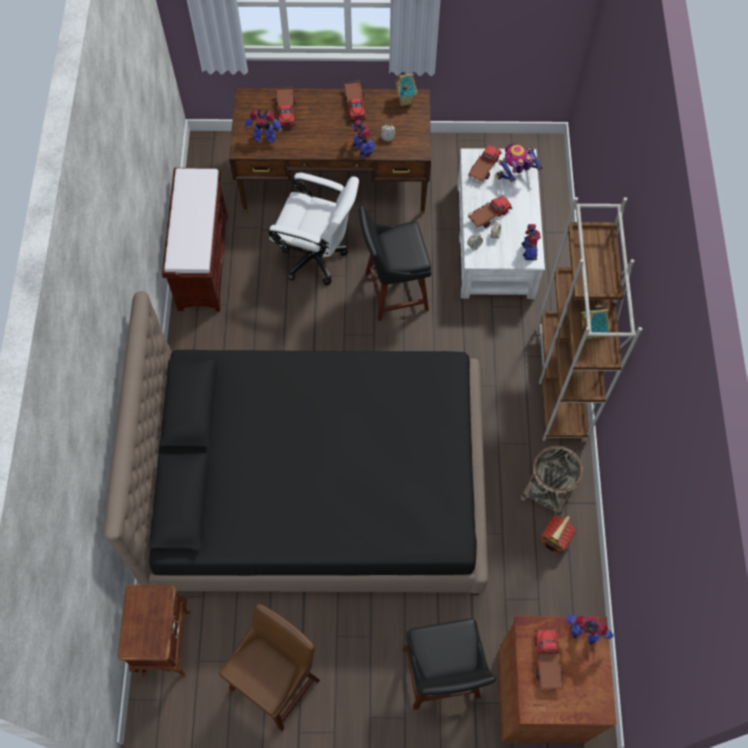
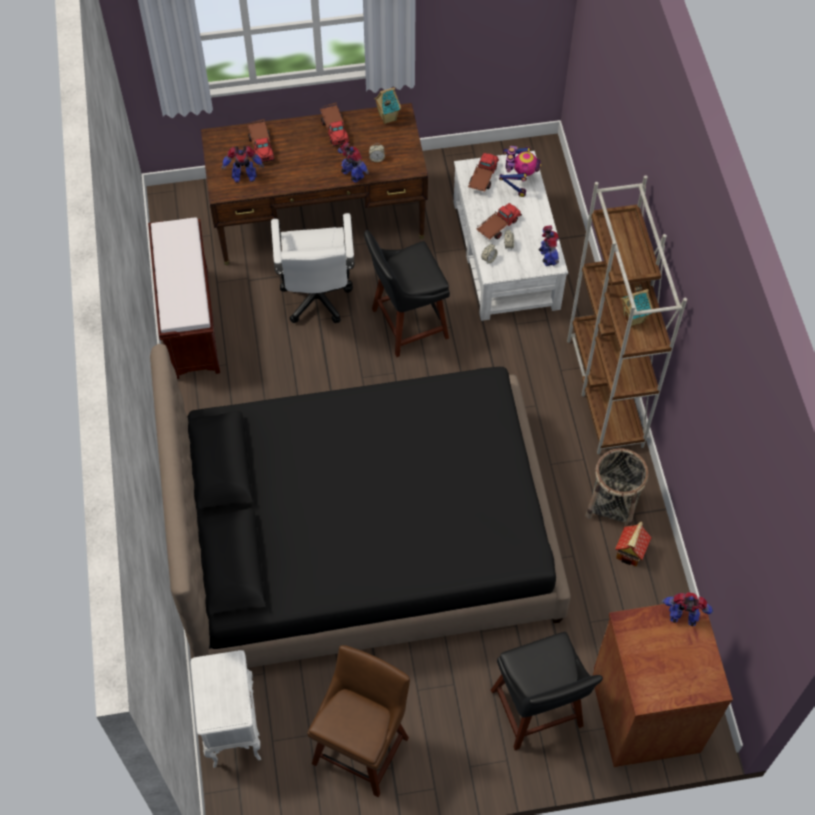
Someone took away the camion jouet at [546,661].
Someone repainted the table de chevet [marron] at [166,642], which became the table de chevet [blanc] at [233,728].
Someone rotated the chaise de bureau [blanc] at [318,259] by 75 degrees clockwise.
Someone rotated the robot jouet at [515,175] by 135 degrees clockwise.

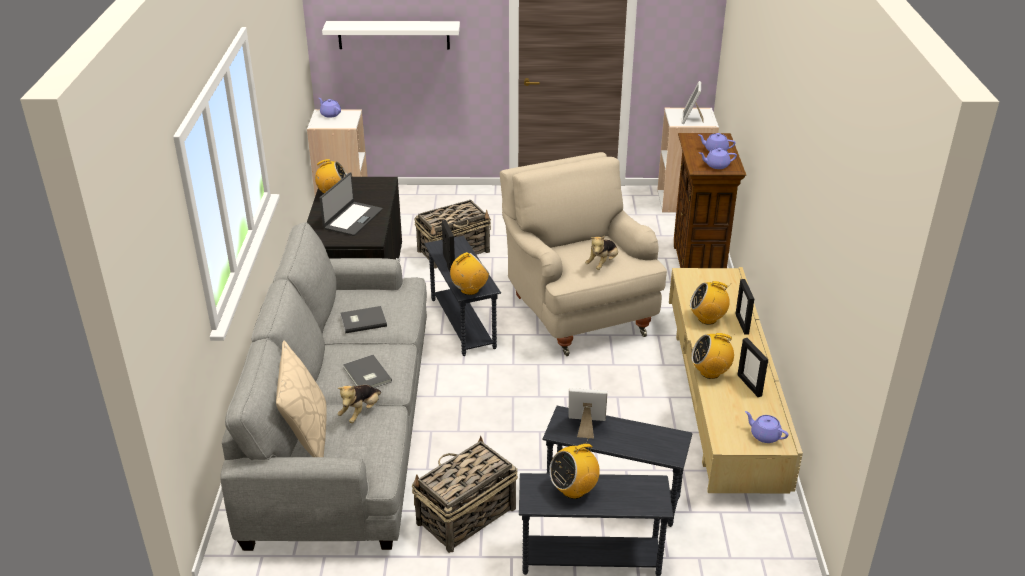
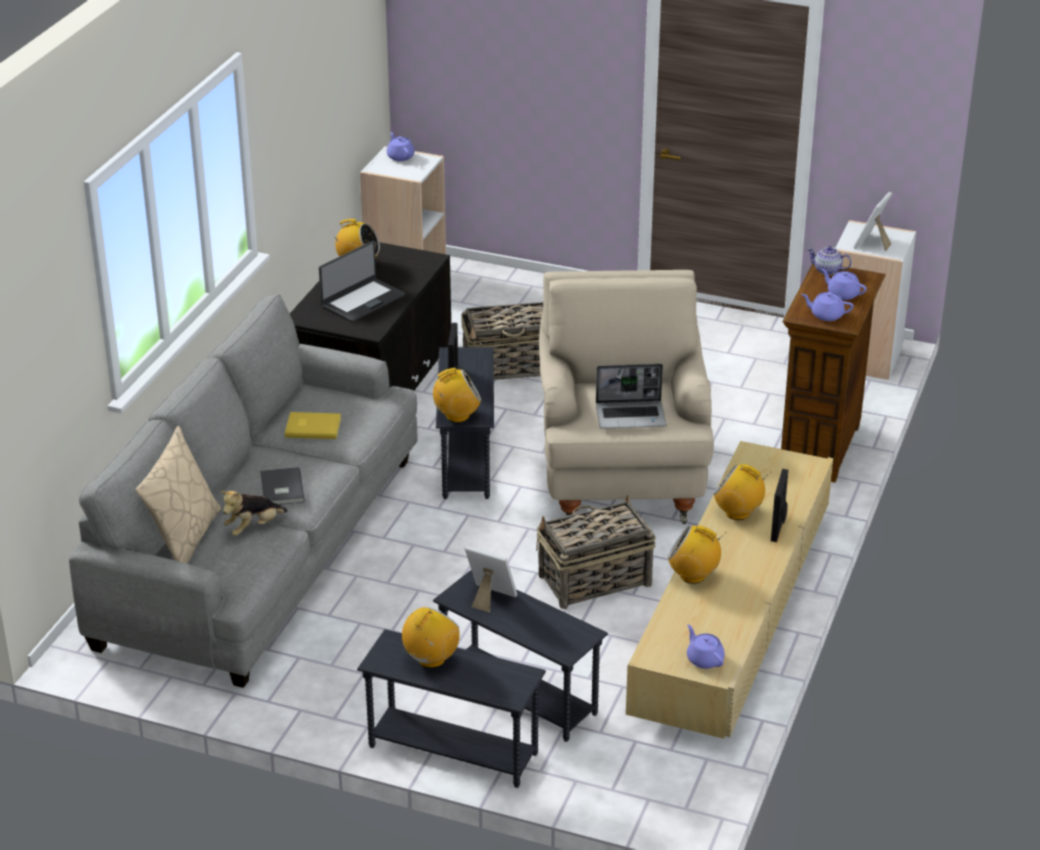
Someone took away the étagère [blanc] at [393,35].
Someone took away the cadre photo at [750,385].
Someone put down the théière at [827,270].
Someone carried the panier from [465,516] to [593,580].
Someone swapped the peluche at [602,264] for the ordinateur portable at [631,416].
Someone repainted the livre [gris] at [362,320], which became the livre [jaune] at [312,427].
Someone rotated the radio at [574,490] by 135 degrees clockwise.

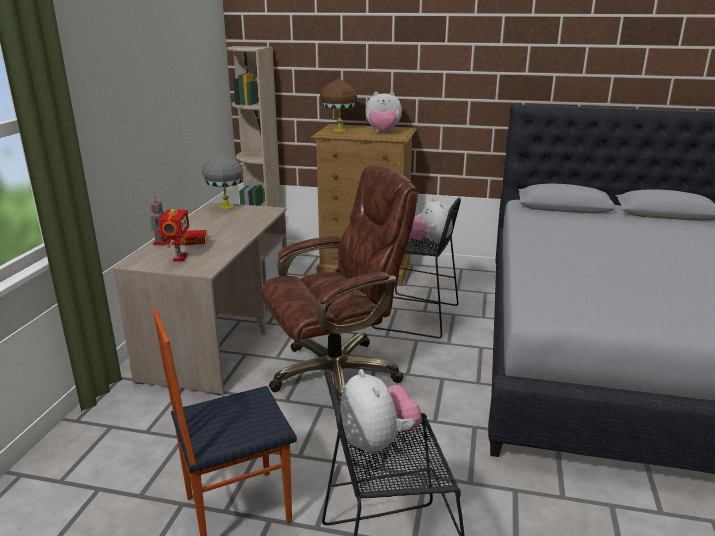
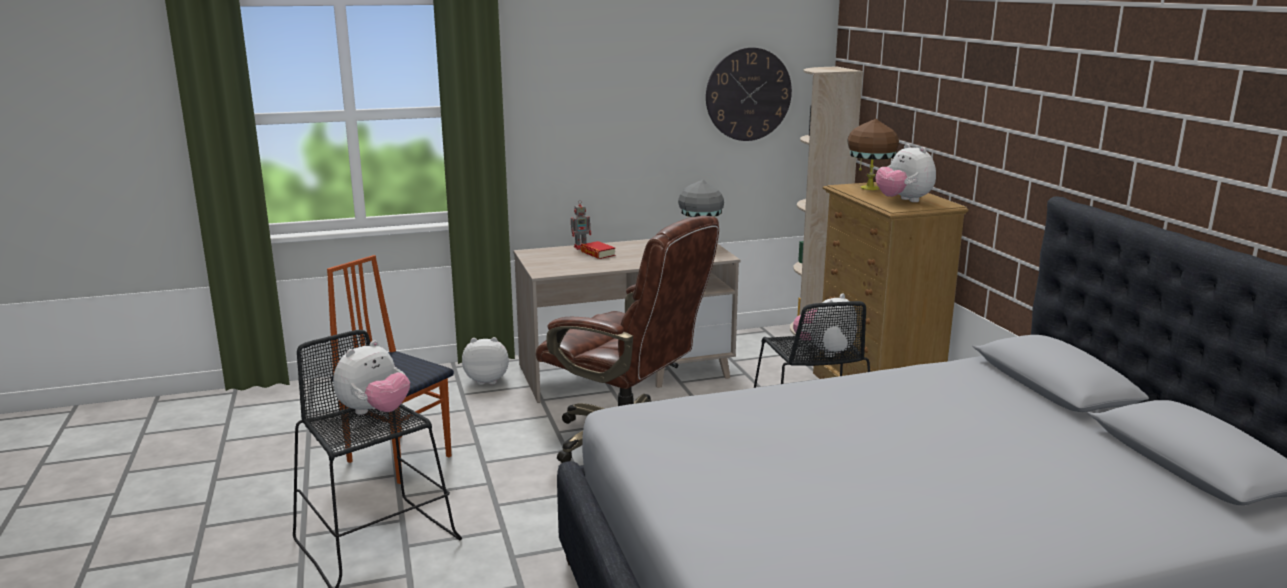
Someone took away the robot jouet at [179,258].
Someone put down the peluche at [487,380].
Someone put up the horloge murale at [748,94].

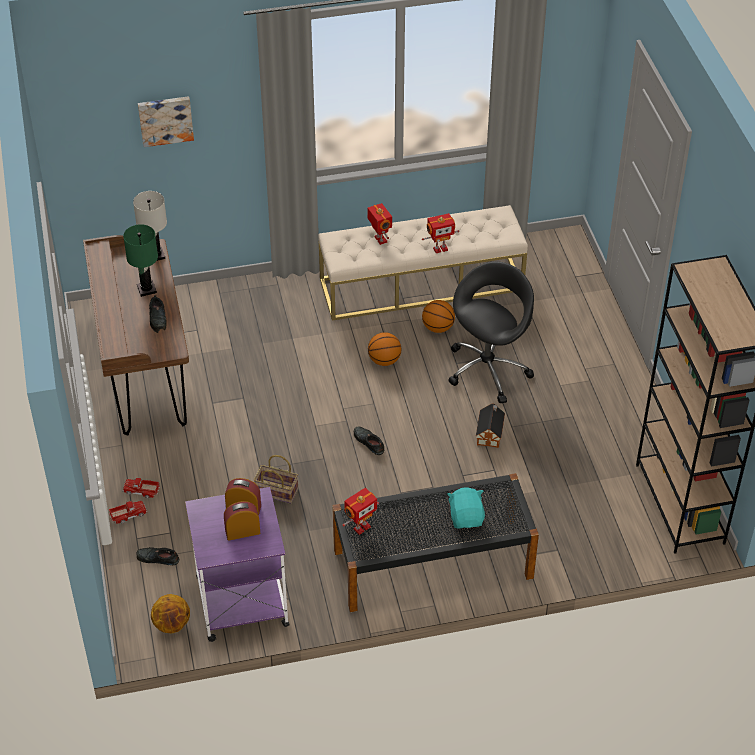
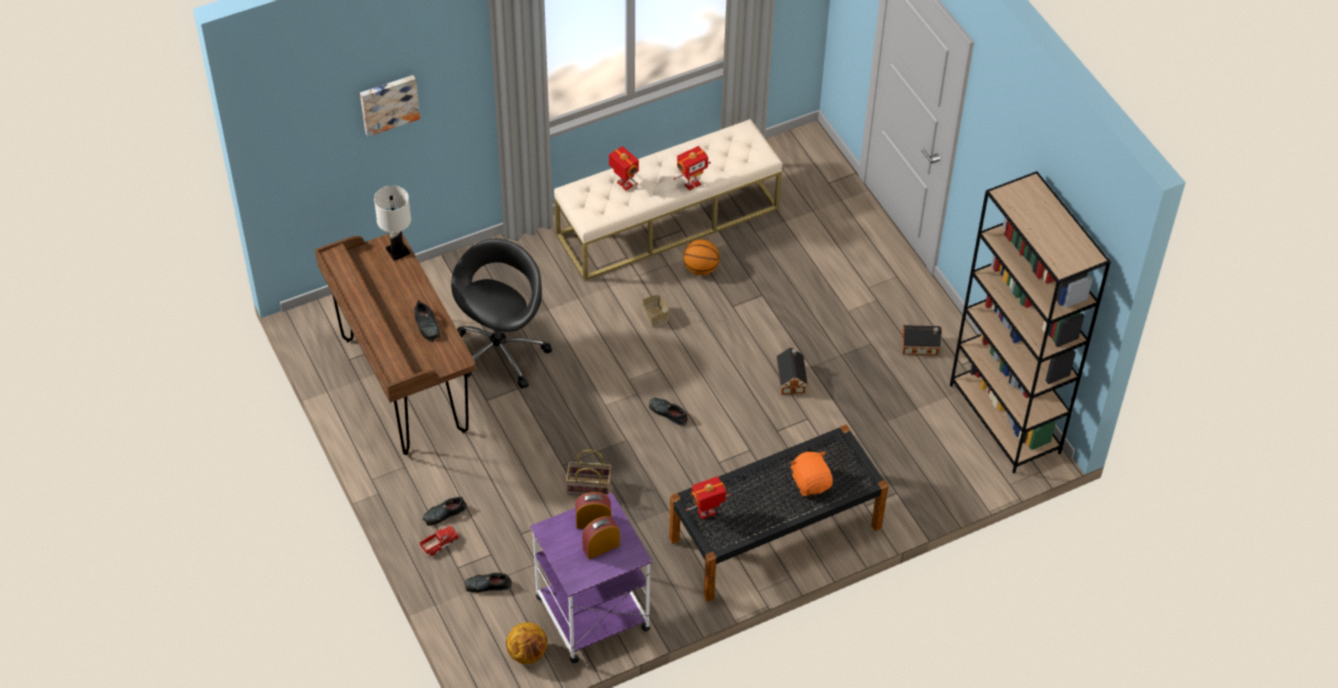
Someone took away the lampe de table [vert] at [147,289].
Someone put down the maison miniature at [921,346].
Someone carried the chaise de bureau [noir] from [489,369] to [502,350].
Someone swapped the camion jouet at [141,490] for the chaussure [noir] at [444,514].
Someone swapped the ballon de basket at [384,360] for the panier at [655,317].
Someone repainted the peluche [turquoise] at [466,517], which became the peluche [orange] at [811,482].
Someone rotated the robot jouet at [361,527] by 150 degrees counterclockwise.

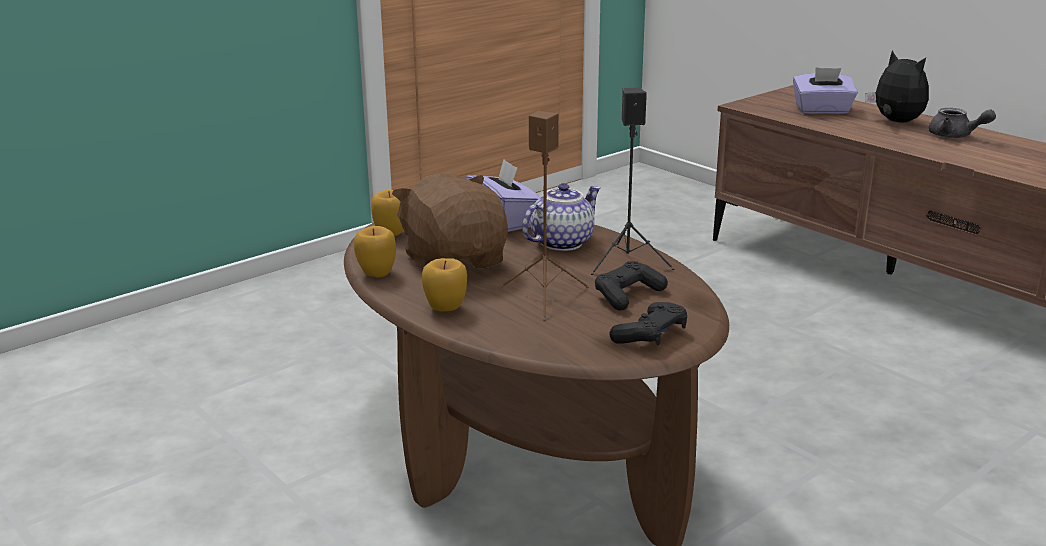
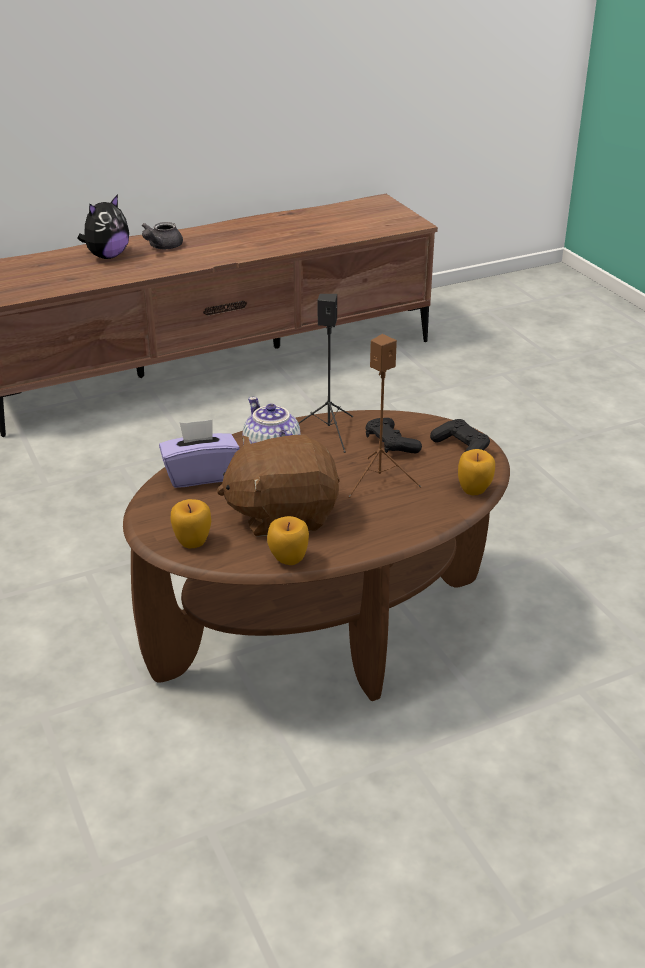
Someone took away the boîte à mouchoirs [violet] at [822,110].
Someone carried the pomme from [445,308] to [474,490].
Someone rotated the peluche at [895,122] by 150 degrees clockwise.
Someone rotated the théière [gris] at [955,136] by 150 degrees clockwise.

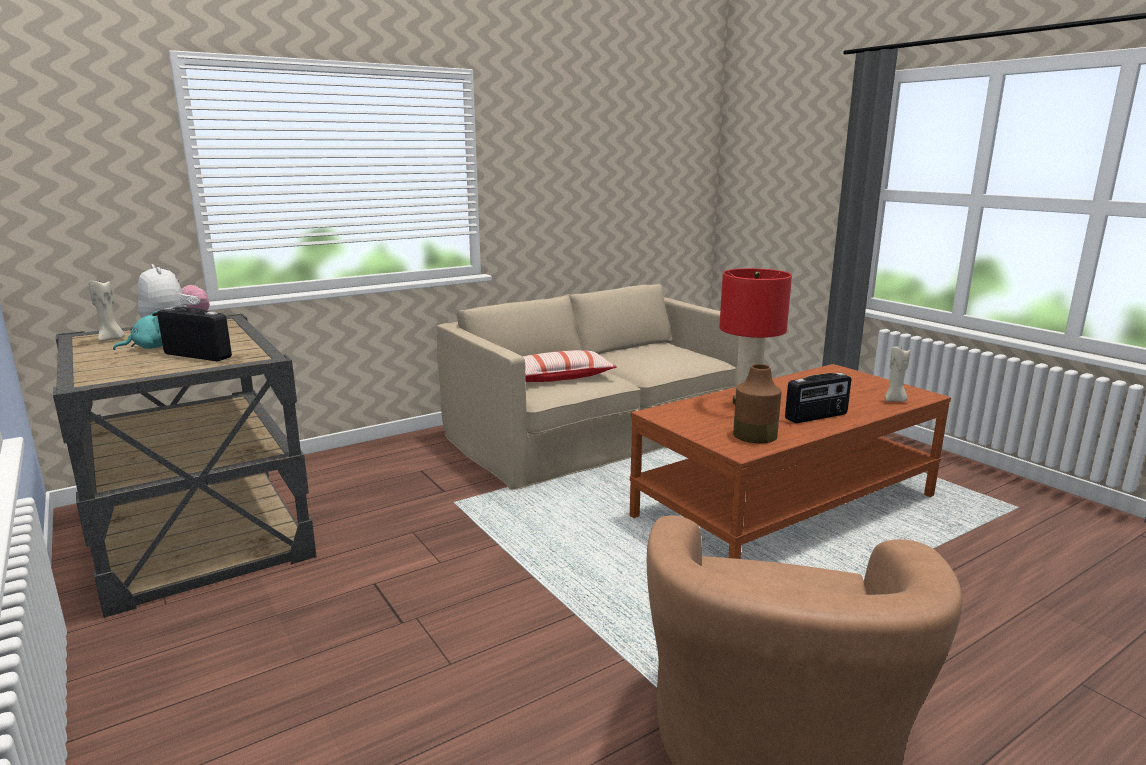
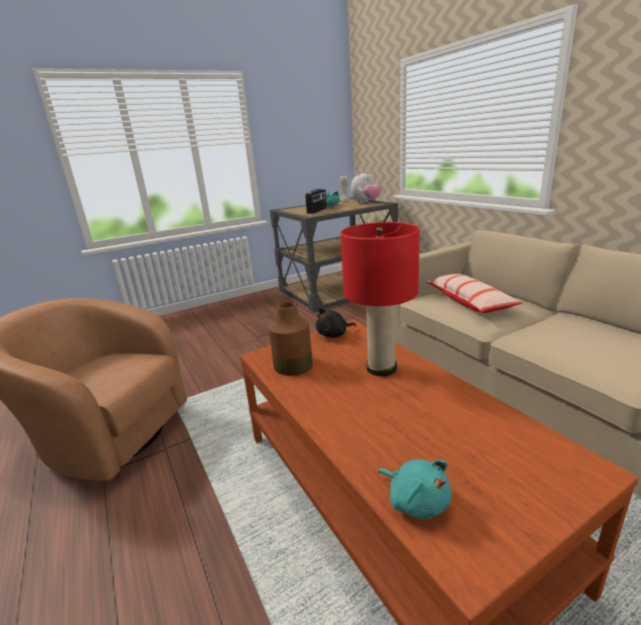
Someone took away the radio at [816,417].
Someone put down the peluche [noir] at [334,334].
Someone swapped the bougie [beige] at [894,400] for the peluche [turquoise] at [416,500].

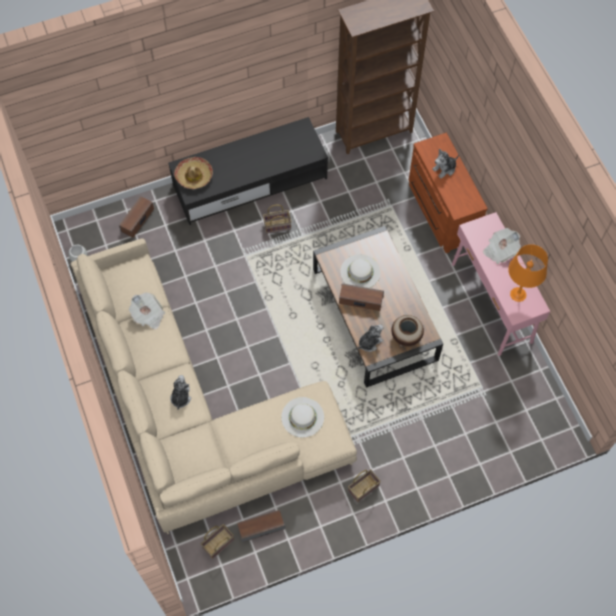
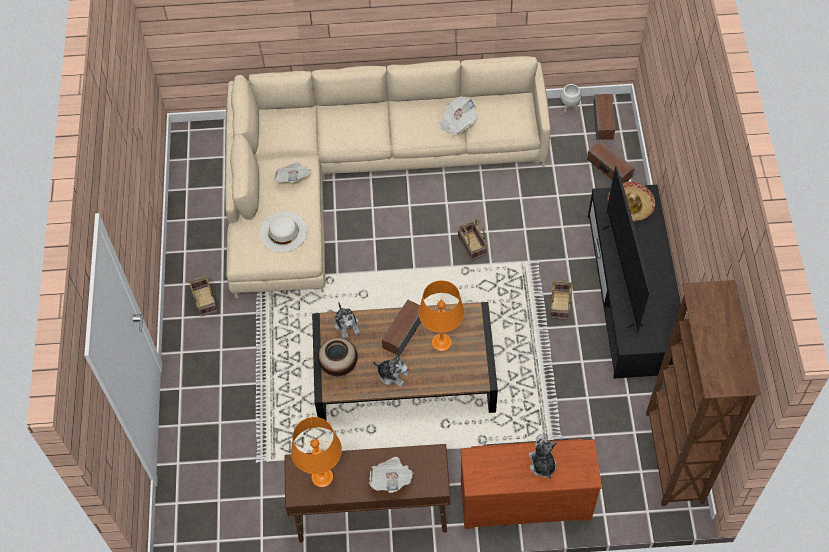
Someone put down the journal at [293,178].
Someone put down the téléviseur at [622,276].
Someone carried the peluche from [180,397] to [392,374].
Someone carried the panier from [218,542] to [473,246].
Someone carried the enceinte from [261,527] to [603,121].
Someone swapped the chapeau [blanc] at [360,272] for the lampe de table [orange] at [441,342].
Someone repainted the table console [rose] at [490,303], which became the table console [marron] at [371,512].

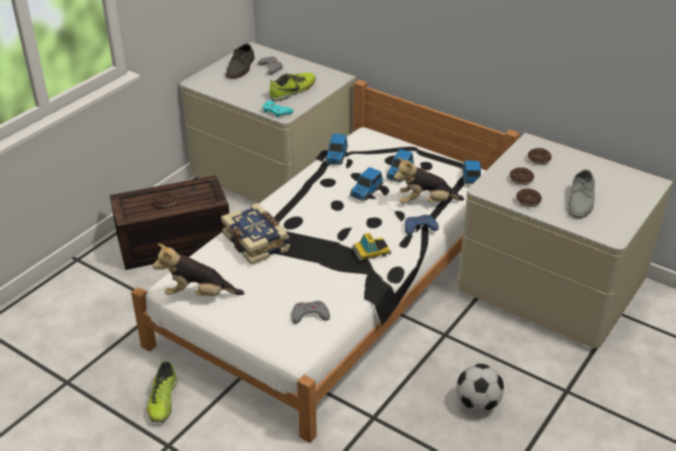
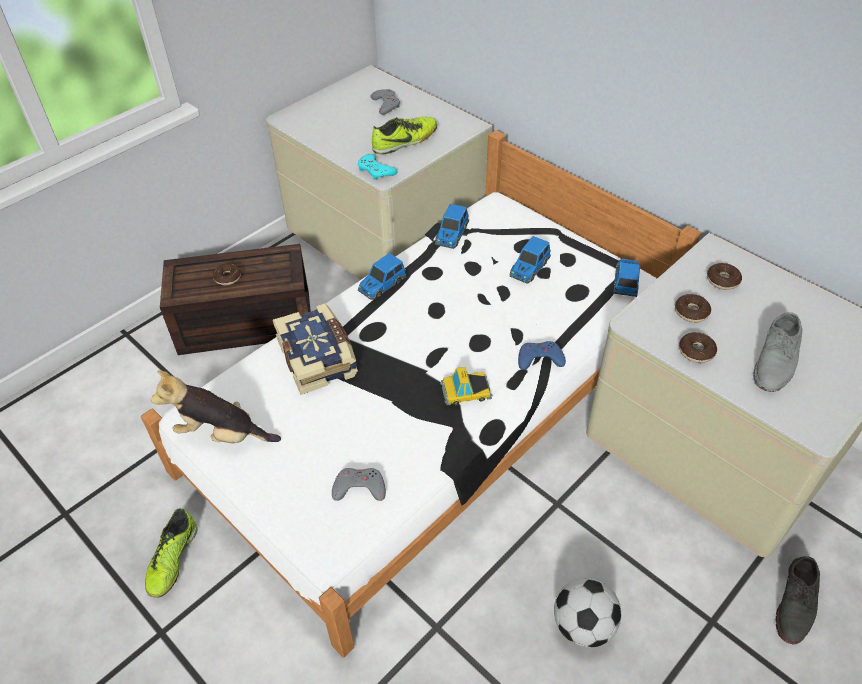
Someone took away the peluche at [425,203].
Someone carried the chaussure [gris] from [241,68] to [796,603].
Someone carried the petite voiture from [366,192] to [381,285].

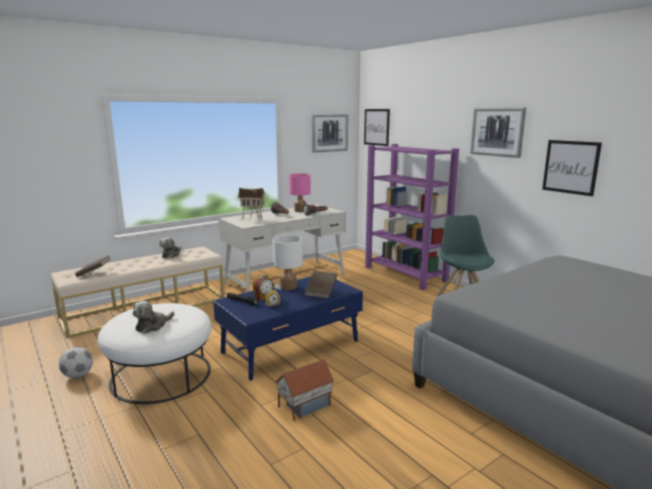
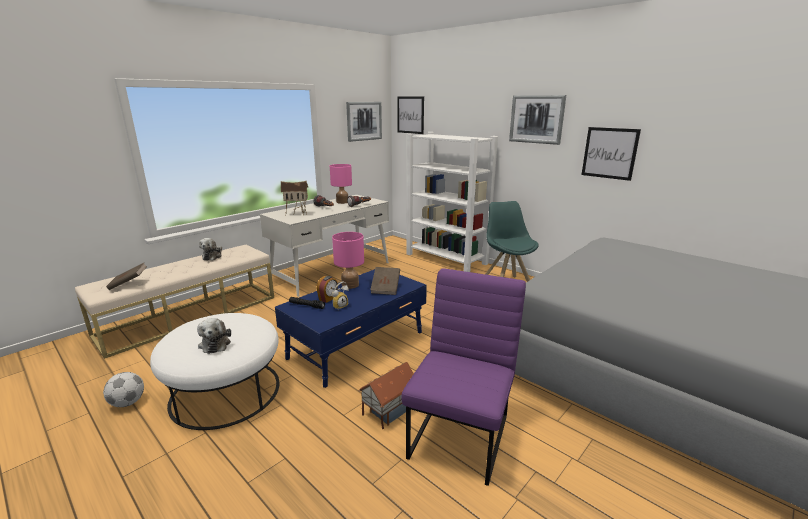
Someone put down the chaise [violet] at [461,433].
Someone repainted the lampe de table [blanc] at [288,287], which became the lampe de table [rose] at [350,285].
Someone repainted the bibliothèque [violet] at [405,274], which became the bibliothèque [blanc] at [446,259].
Someone rotated the peluche at [153,326] by 45 degrees counterclockwise.

